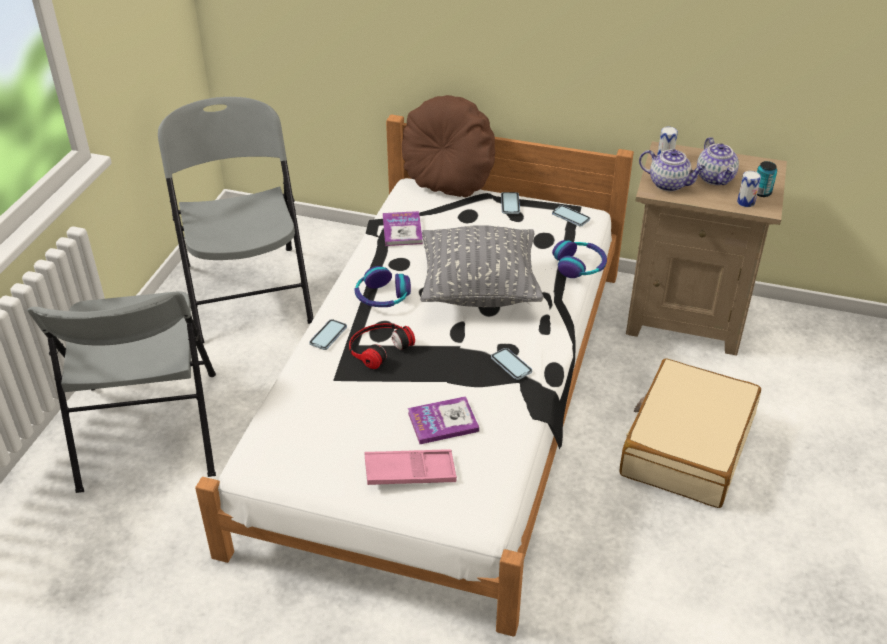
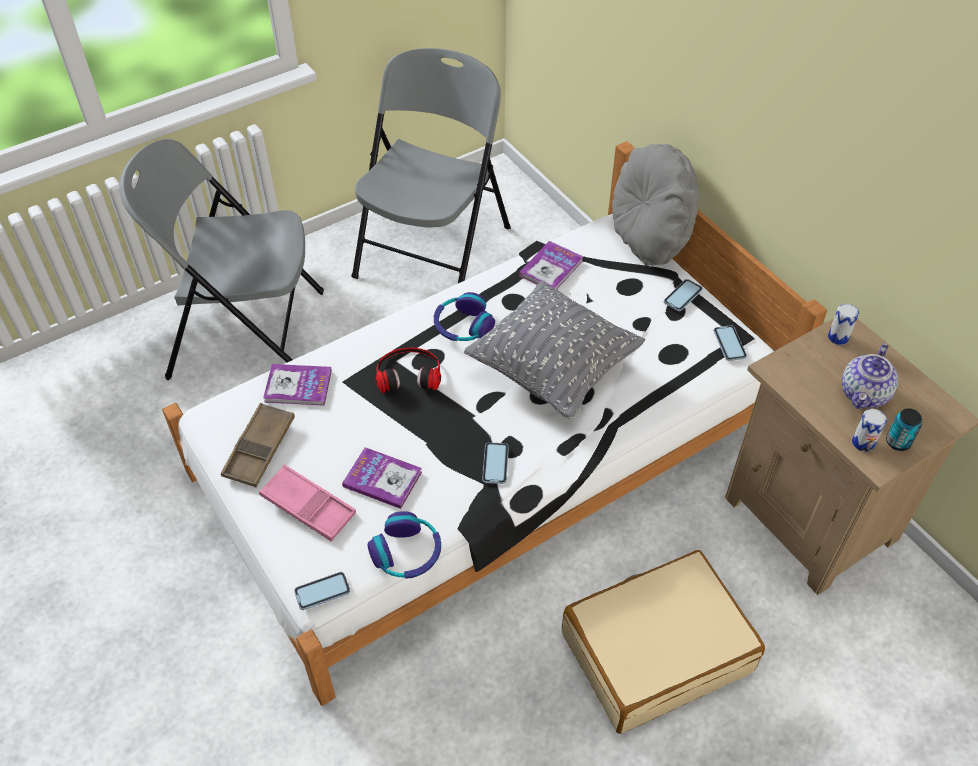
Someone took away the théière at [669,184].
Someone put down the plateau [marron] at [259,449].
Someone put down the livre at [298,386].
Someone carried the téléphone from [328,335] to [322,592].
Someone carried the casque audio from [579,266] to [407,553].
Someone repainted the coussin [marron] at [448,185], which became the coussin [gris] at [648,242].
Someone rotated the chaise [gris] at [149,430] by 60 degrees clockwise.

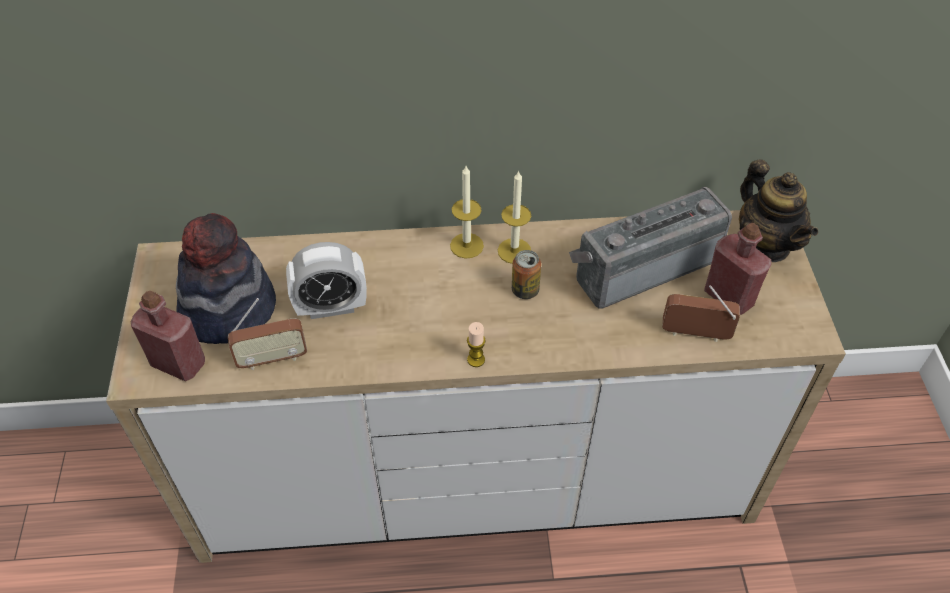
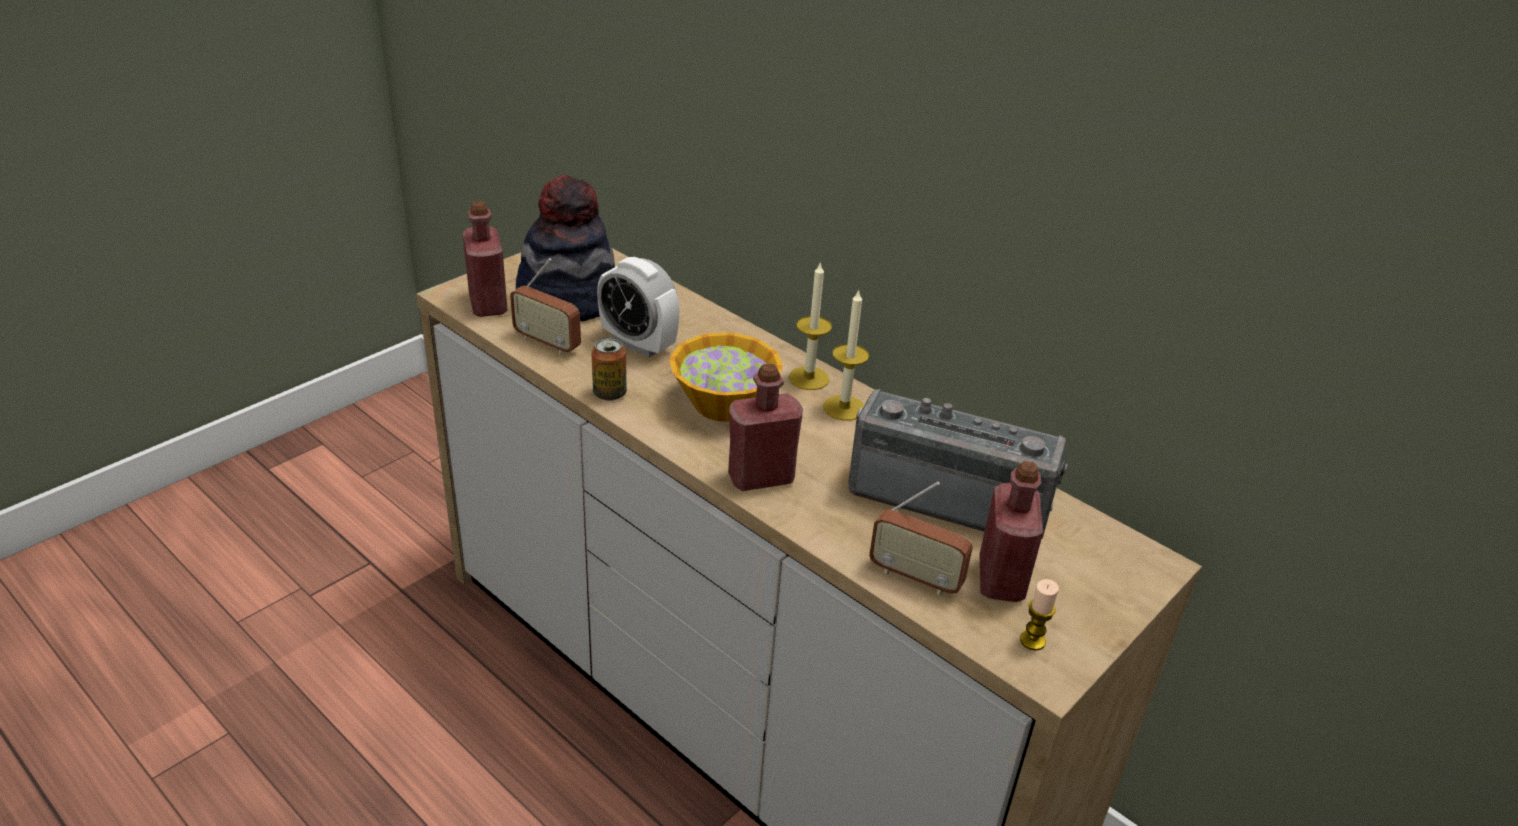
Someone took away the théière at [765,244].
Someone put down the bol at [723,403].
Someone put down the bouteille [rouge] at [761,478].
Someone carried the bougie from [476,360] to [1032,640].
Someone carried the boîte métallique from [525,290] to [609,393].
Someone rotated the radio at [695,334] by 150 degrees clockwise.

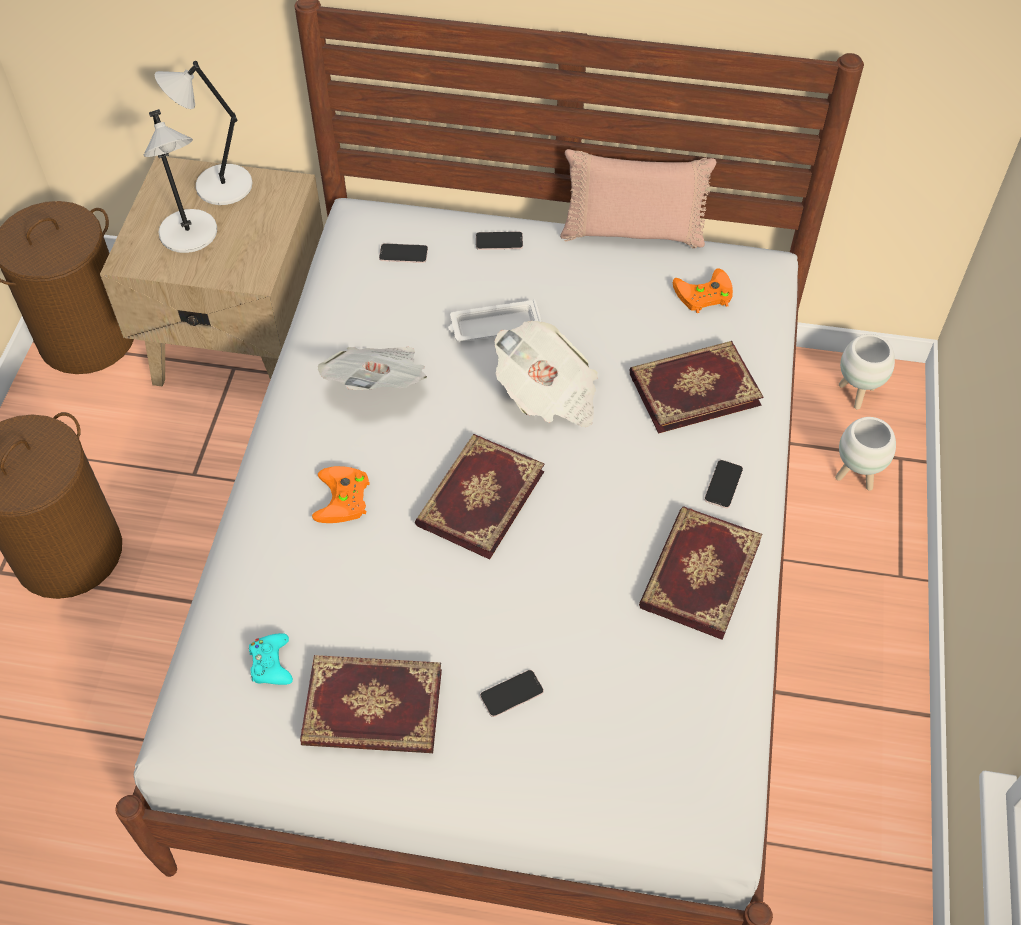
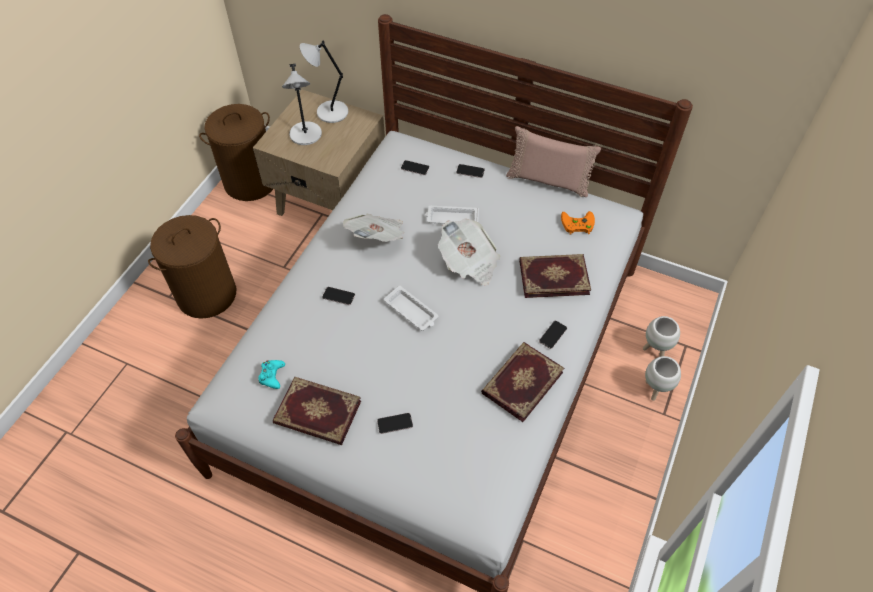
Someone carried the cache-pot [blanc] from [856,394] to [655,390].
Someone swapped the manette [orange] at [344,499] for the téléphone at [338,296].
Someone swapped the livre at [478,497] for the plateau [blanc] at [412,311].

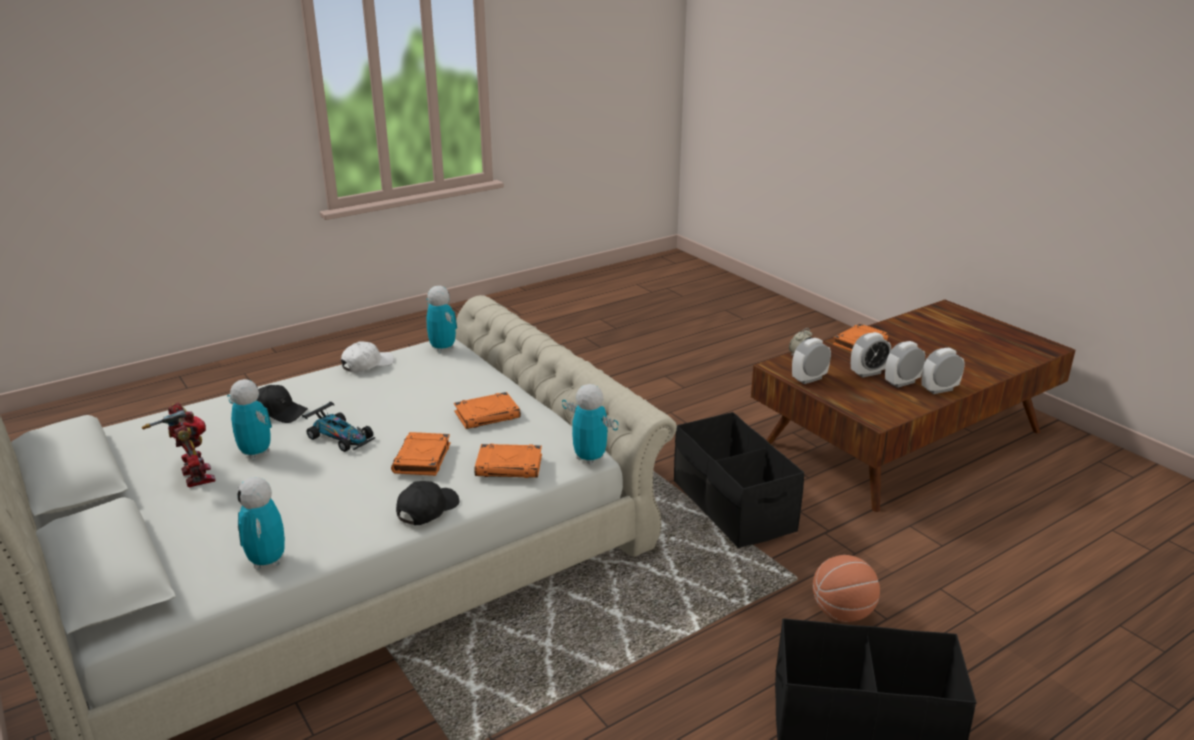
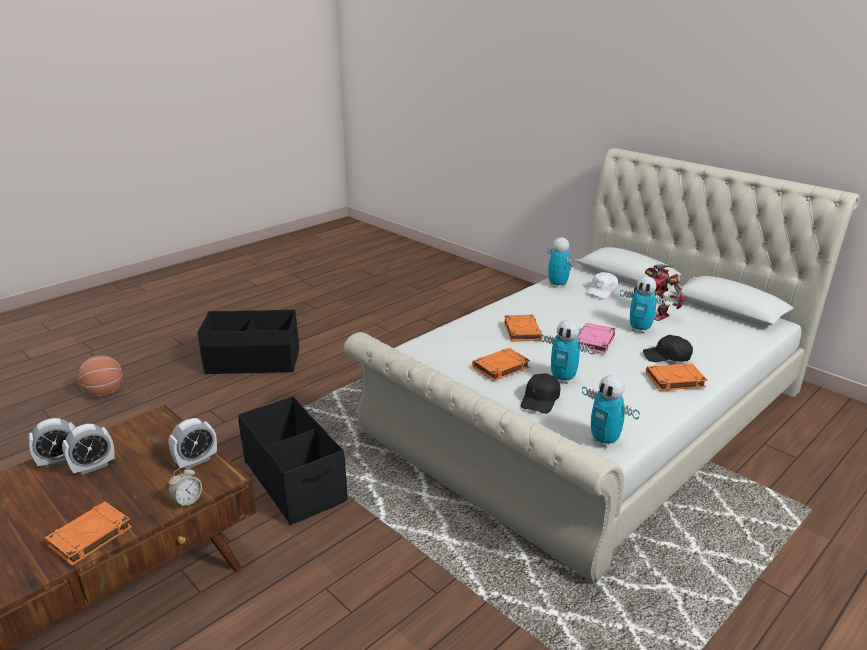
Someone took away the réveil at [868,373].
Someone carried the casquette [blanc] from [367,364] to [602,291].
Someone carried the casquette [noir] from [427,510] to [540,400].
Someone carried the livre [orange] from [510,466] to [674,380].
Someone carried the robot jouet from [589,458] to [563,379].
Someone carried the ballon de basket from [842,612] to [104,393].
Someone swapped the petite voiture at [341,437] for the livre [rose] at [594,342].

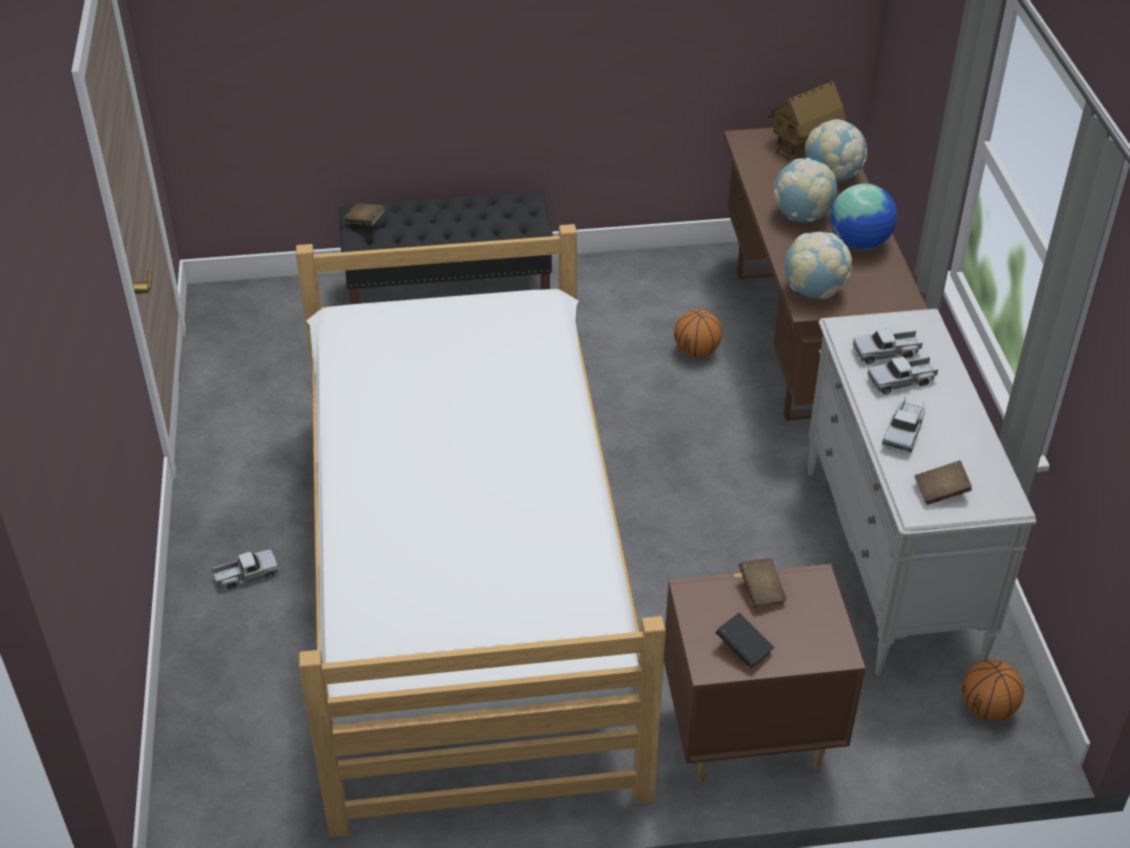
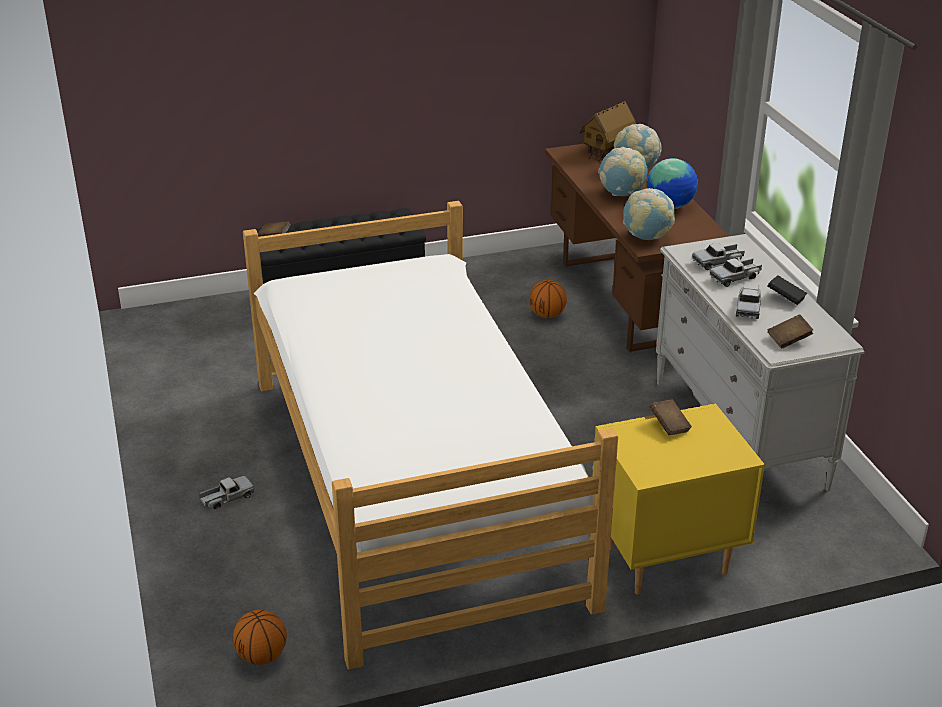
Someone carried the livre [noir] from [743,649] to [785,298].
Someone carried the ballon de basket from [987,708] to [261,656].
Someone repainted the table de chevet [marron] at [749,737], which became the table de chevet [jaune] at [666,559].

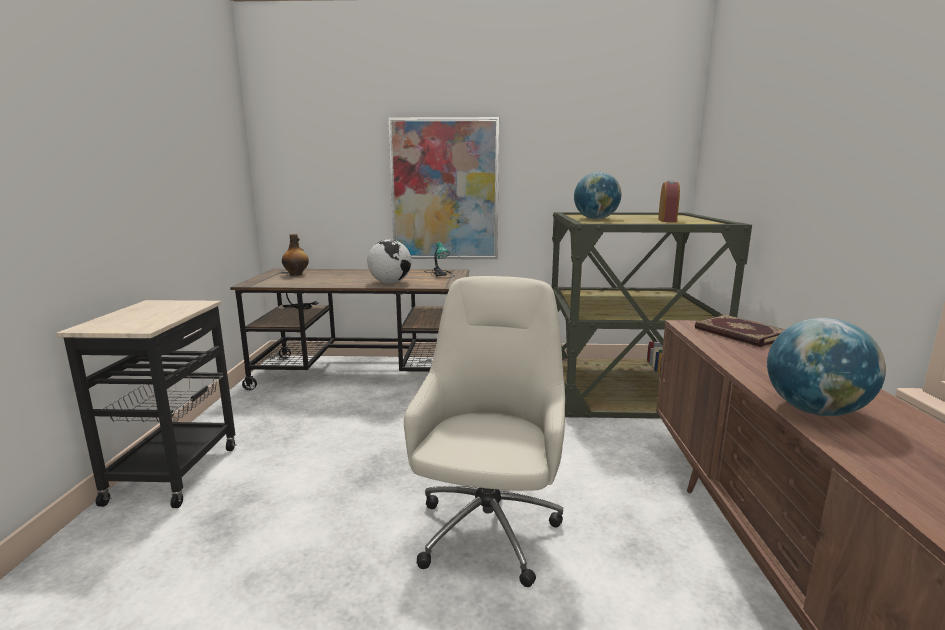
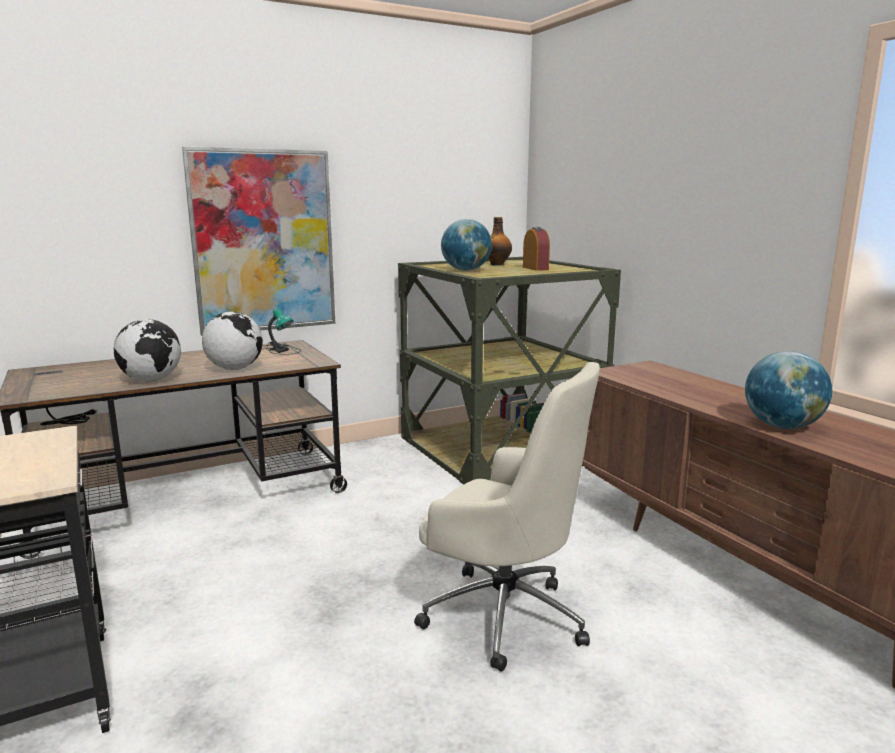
Someone took away the livre at [739,334].
Someone put down the globe at [151,380].
Someone carried the bouteille from [296,274] to [497,264].
Someone rotated the chaise de bureau [beige] at [488,529] by 135 degrees clockwise.

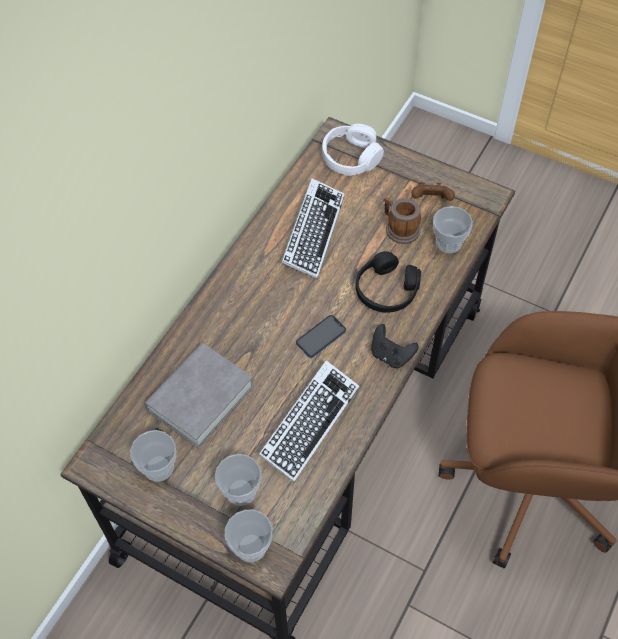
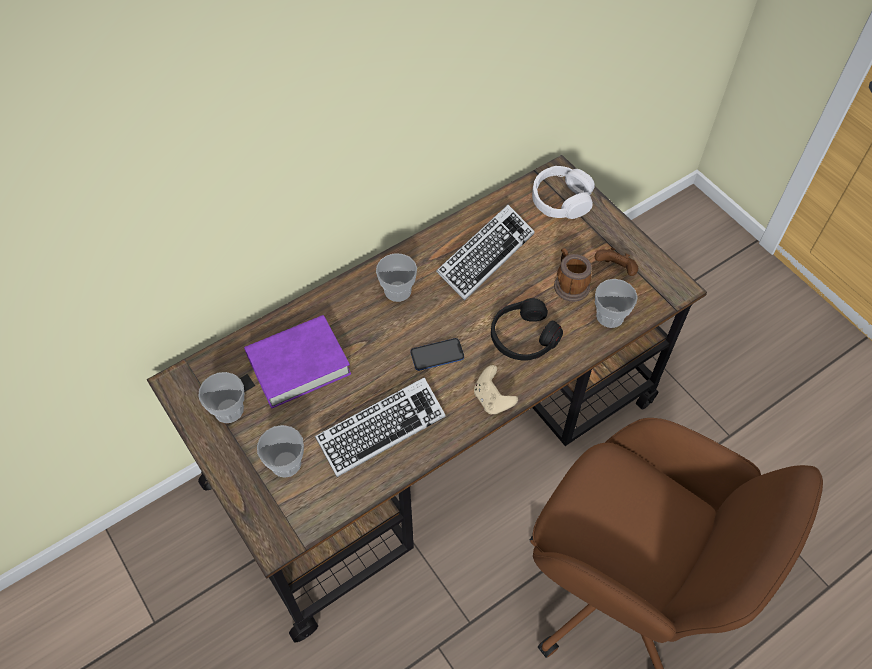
Someone carried the tasse from [251,546] to [397,290].
Someone repainted the livre [gris] at [200,398], which became the livre [violet] at [298,365].
Someone repainted the manette [noir] at [391,355], which became the manette [beige] at [492,399].

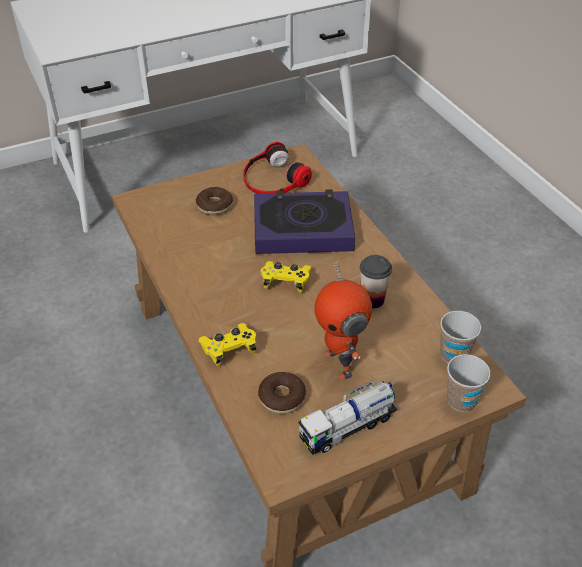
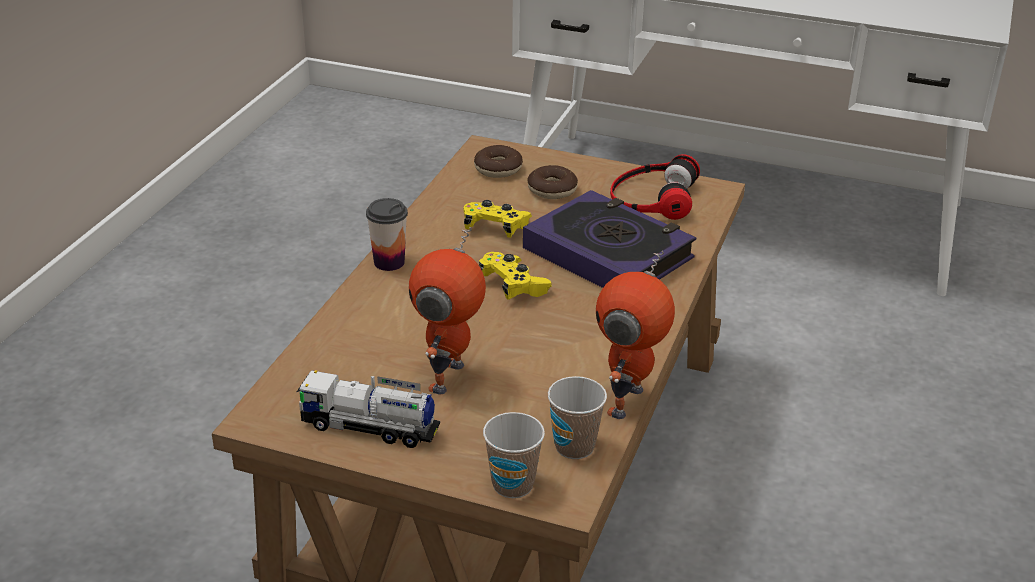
Someone put down the robot jouet at [628,402].
Someone carried the manette [jaune] from [229,350] to [495,228].
Someone carried the beignet from [282,397] to [498,169].
Someone carried the tasse from [372,300] to [389,262].

